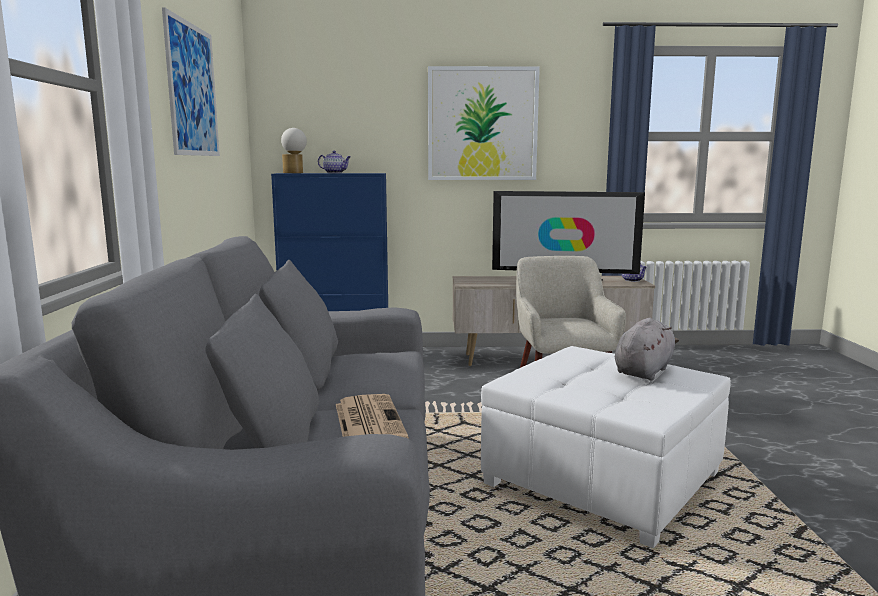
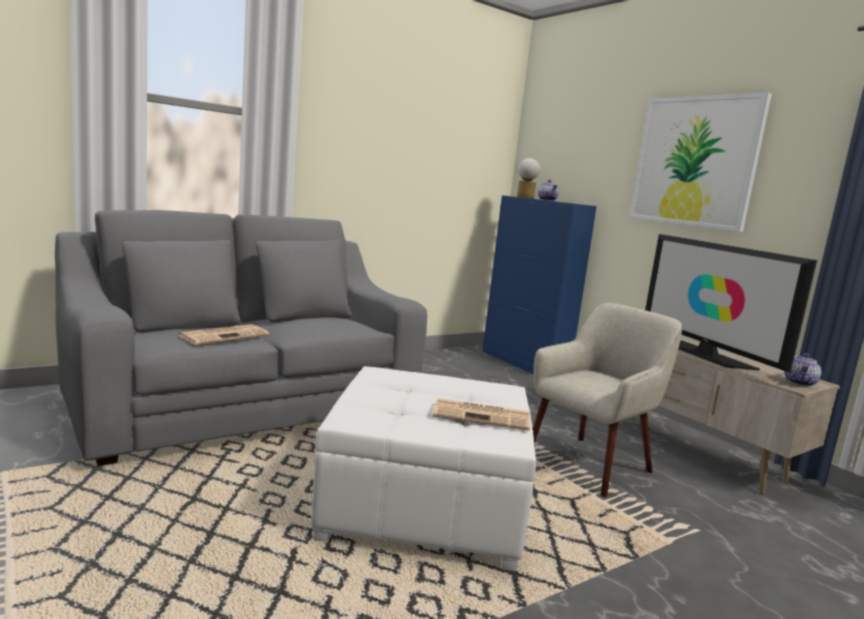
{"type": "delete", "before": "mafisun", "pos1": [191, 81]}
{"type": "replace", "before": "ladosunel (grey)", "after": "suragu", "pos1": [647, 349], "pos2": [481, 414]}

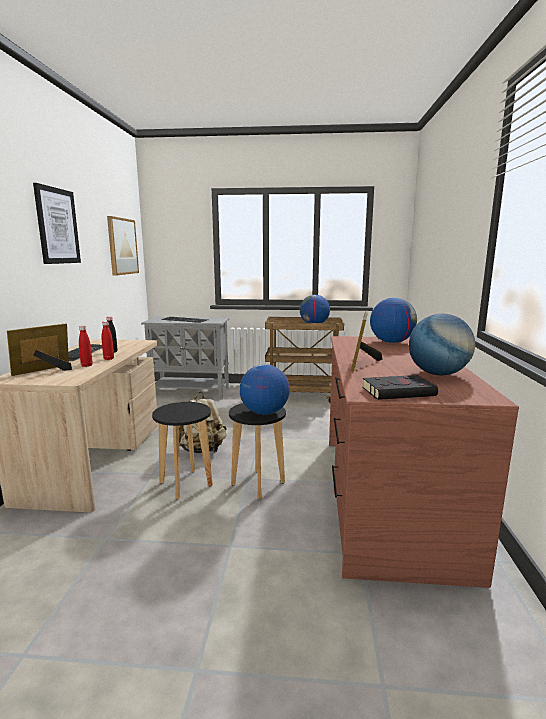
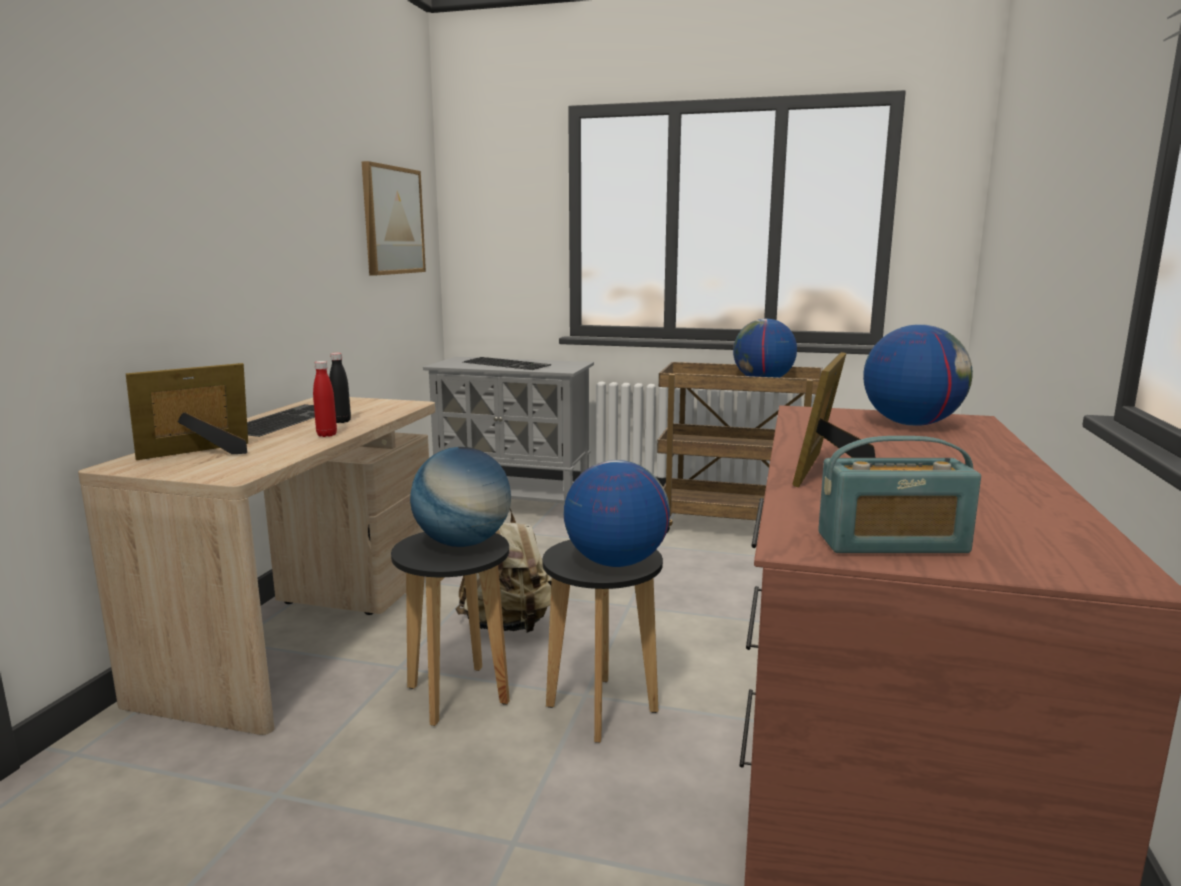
{"type": "delete", "before": "mafisun", "pos1": [57, 223]}
{"type": "delete", "before": "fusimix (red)", "pos1": [86, 346]}
{"type": "replace", "before": "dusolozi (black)", "after": "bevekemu", "pos1": [401, 387], "pos2": [899, 494]}
{"type": "move", "before": "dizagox", "pos1": [442, 344], "pos2": [460, 497]}

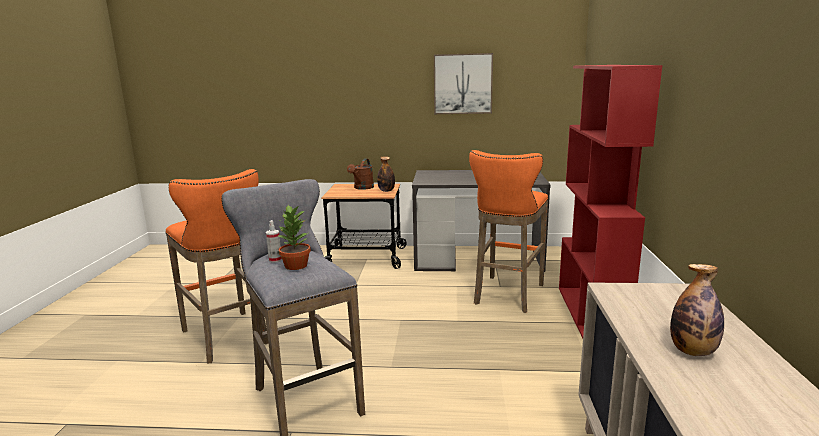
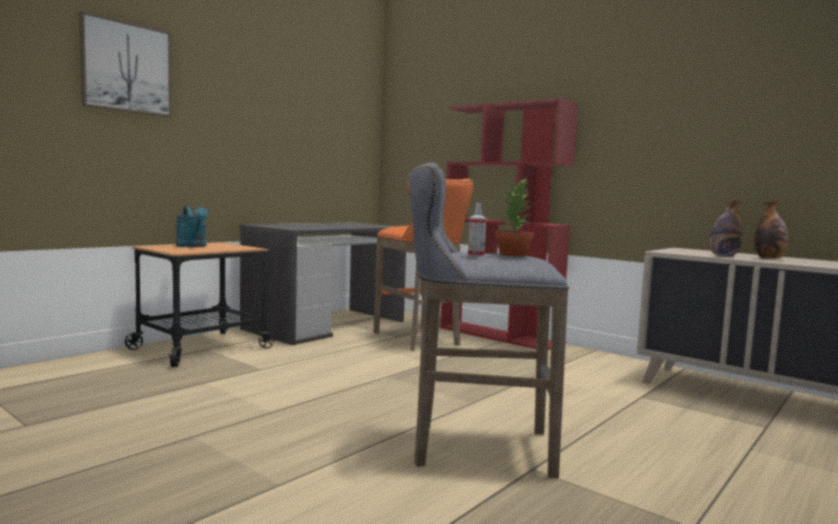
{"type": "delete", "before": "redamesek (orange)", "pos1": [216, 266]}
{"type": "recolor", "before": "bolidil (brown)", "after": "bolidil (turquoise)", "pos1": [360, 174], "pos2": [192, 226]}
{"type": "move", "before": "fusimix", "pos1": [386, 174], "pos2": [726, 228]}
{"type": "move", "before": "mafisun", "pos1": [463, 83], "pos2": [125, 64]}

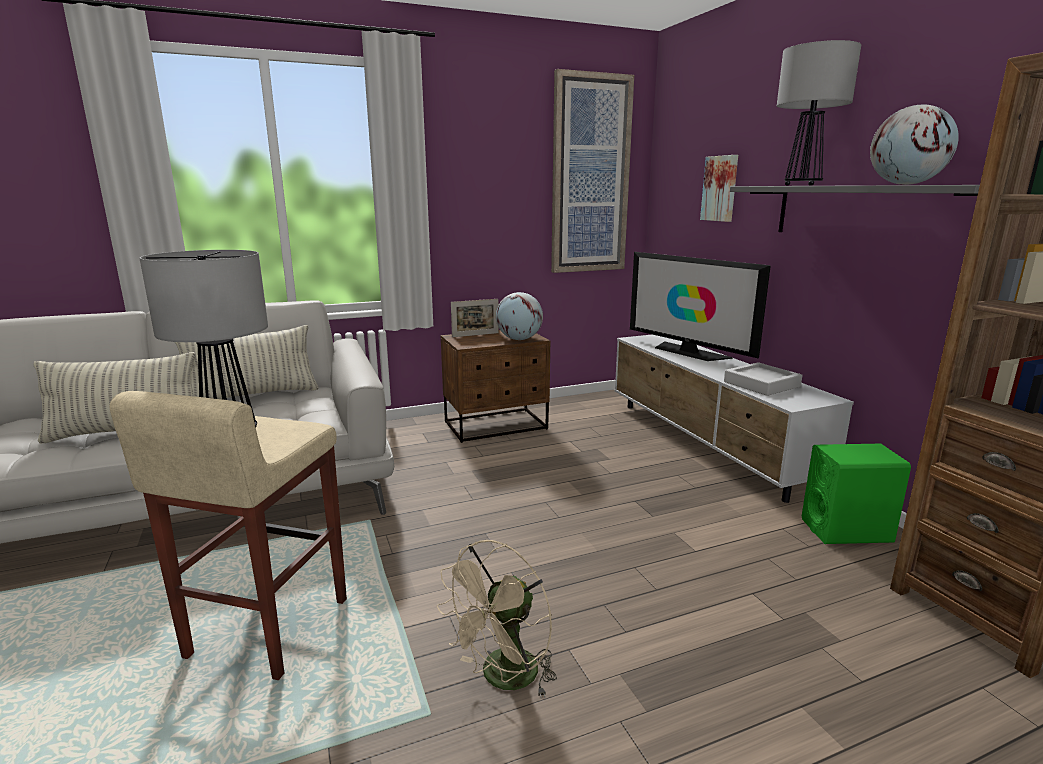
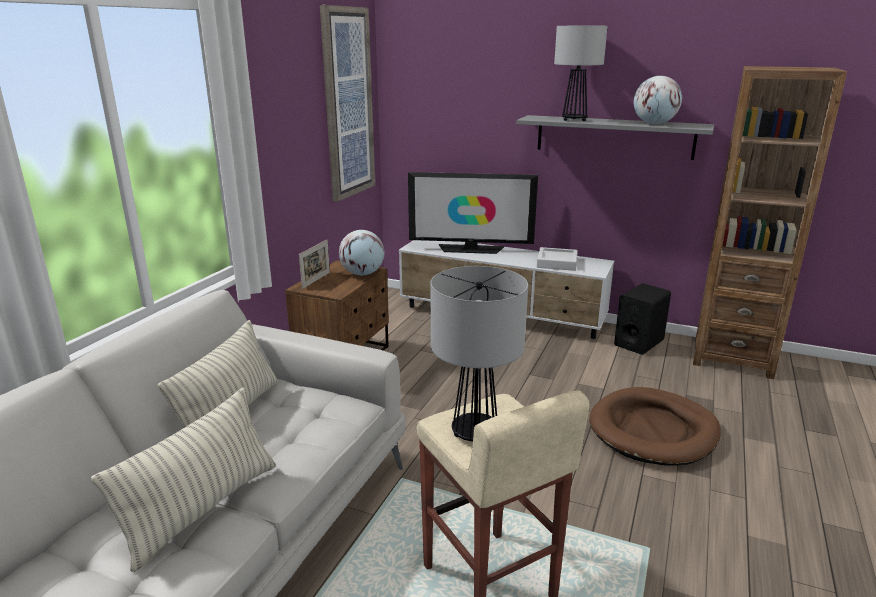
{"type": "delete", "before": "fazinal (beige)", "pos1": [497, 618]}
{"type": "delete", "before": "mafisun", "pos1": [719, 188]}
{"type": "recolor", "before": "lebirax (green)", "after": "lebirax (black)", "pos1": [856, 494], "pos2": [642, 319]}
{"type": "insert", "after": "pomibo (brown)", "pos2": [655, 426]}

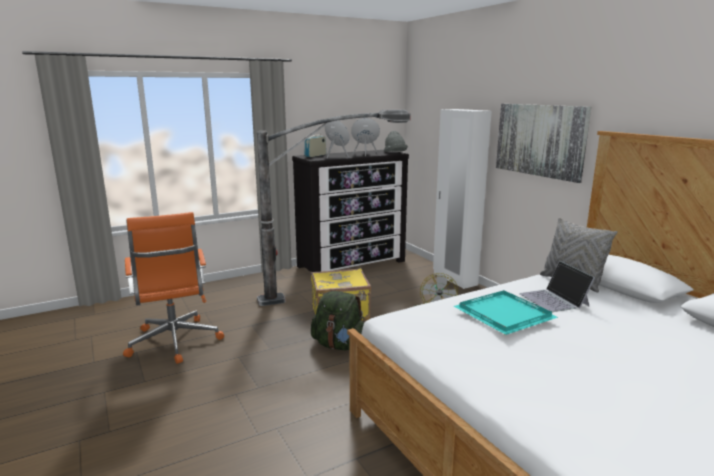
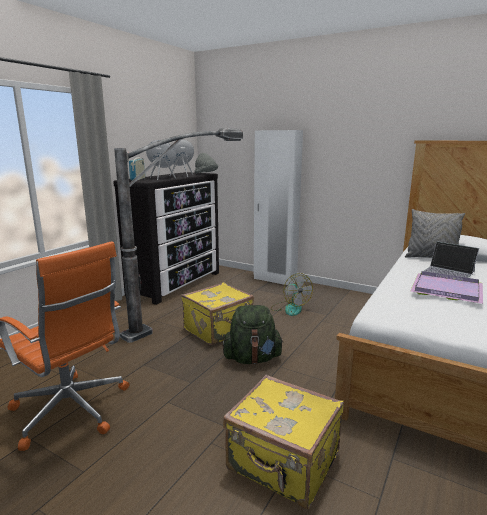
{"type": "recolor", "before": "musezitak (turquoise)", "after": "musezitak (purple)", "pos1": [506, 312], "pos2": [446, 287]}
{"type": "delete", "before": "mafisun", "pos1": [543, 143]}
{"type": "insert", "after": "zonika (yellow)", "pos2": [283, 442]}

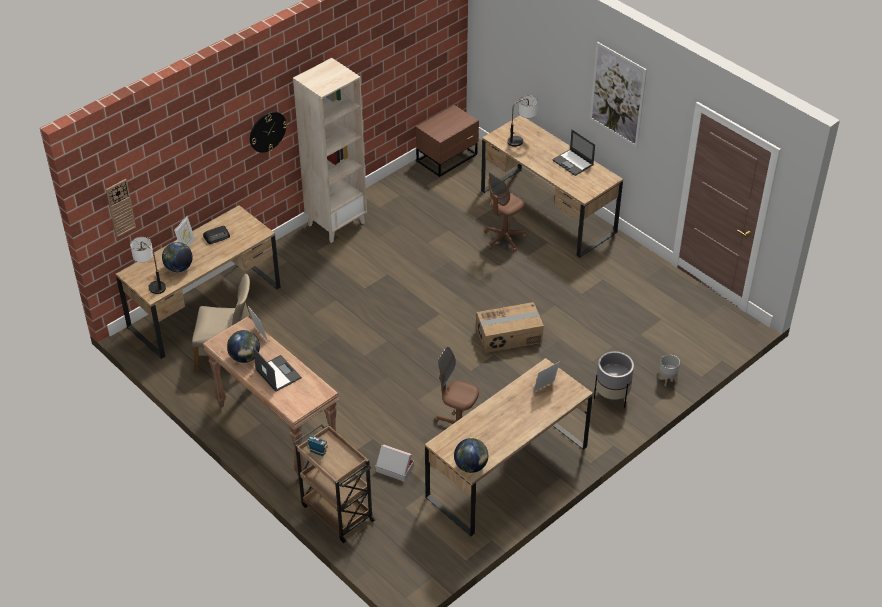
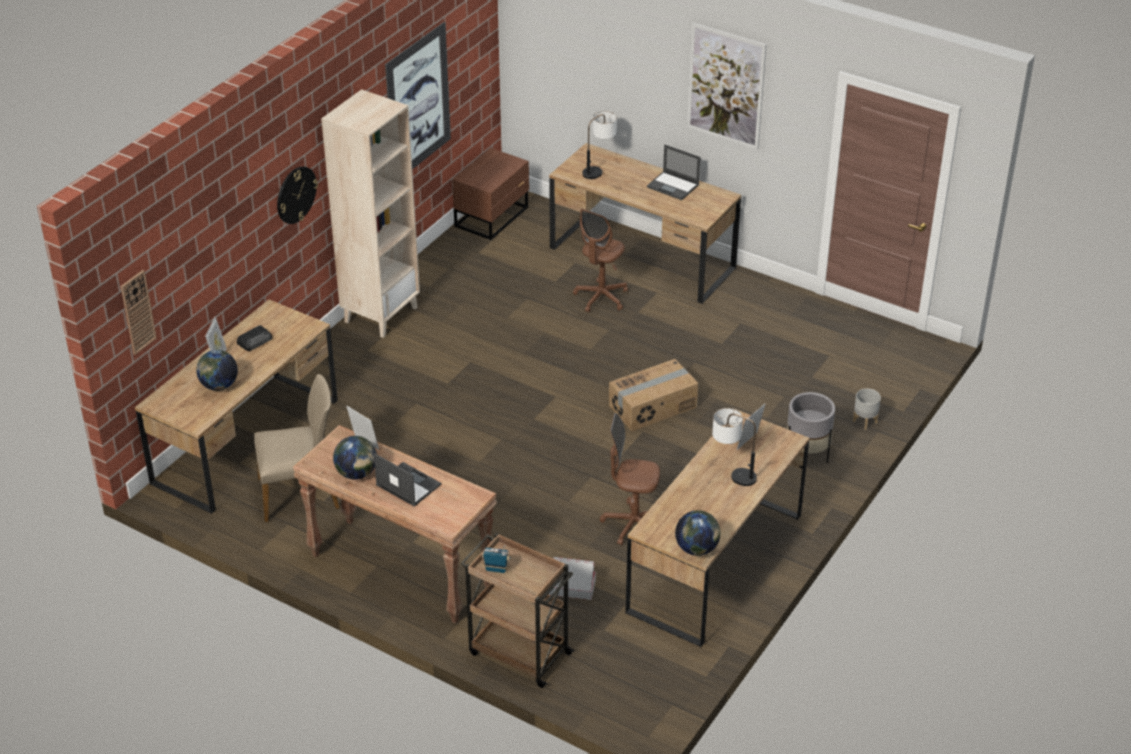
{"type": "move", "before": "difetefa", "pos1": [148, 265], "pos2": [734, 447]}
{"type": "insert", "after": "mafisun", "pos2": [418, 95]}

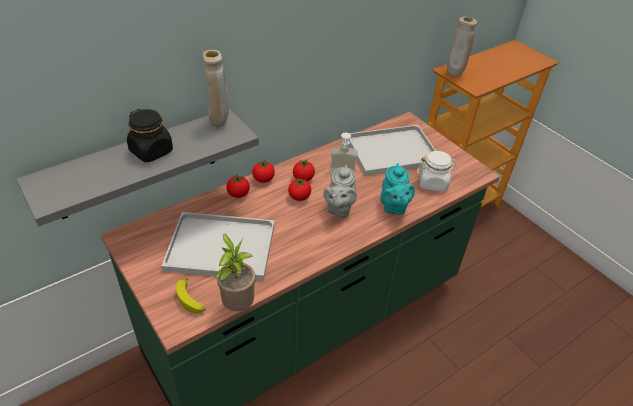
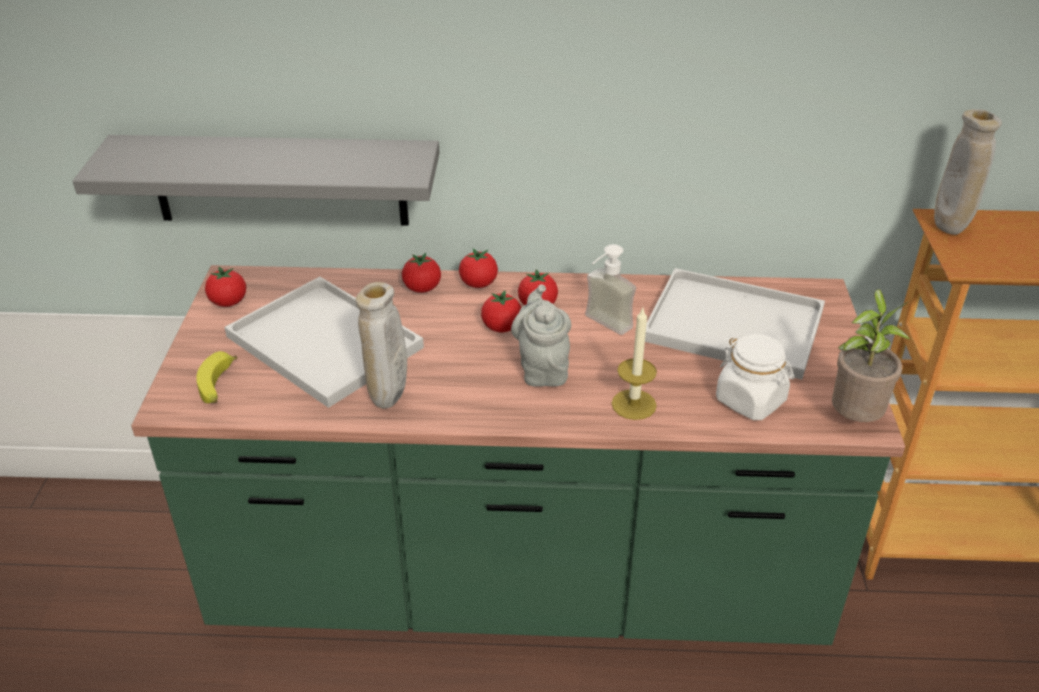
{"type": "delete", "before": "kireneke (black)", "pos1": [150, 135]}
{"type": "move", "before": "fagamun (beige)", "pos1": [216, 88], "pos2": [381, 345]}
{"type": "move", "before": "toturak", "pos1": [235, 272], "pos2": [871, 355]}
{"type": "rotate", "before": "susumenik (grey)", "pos1": [340, 191], "pos2": [541, 335], "turn": 120}
{"type": "replace", "before": "susumenik (turquoise)", "after": "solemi", "pos1": [397, 189], "pos2": [634, 364]}
{"type": "insert", "after": "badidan", "pos2": [225, 287]}

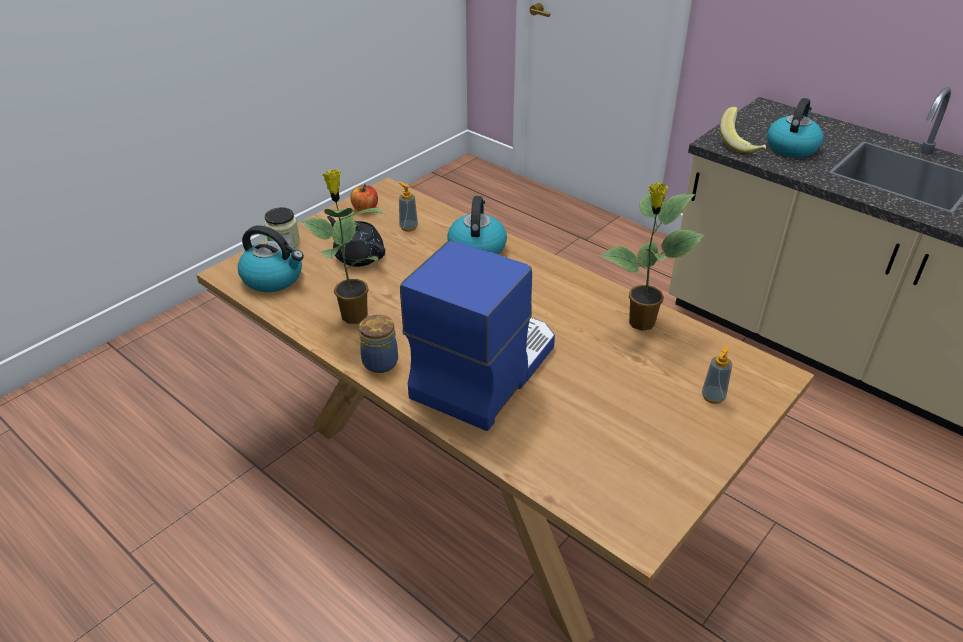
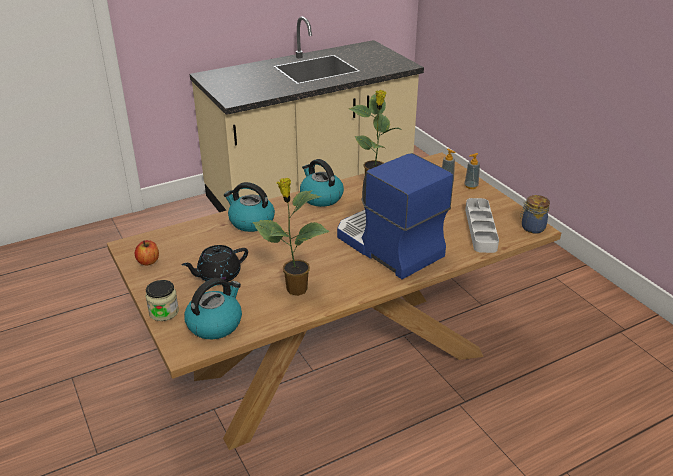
{"type": "move", "before": "kireneke", "pos1": [378, 343], "pos2": [535, 214]}
{"type": "move", "before": "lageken", "pos1": [408, 207], "pos2": [472, 171]}
{"type": "delete", "before": "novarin", "pos1": [743, 130]}
{"type": "move", "before": "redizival", "pos1": [795, 127], "pos2": [322, 183]}
{"type": "insert", "after": "musezitak (grey)", "pos2": [482, 225]}

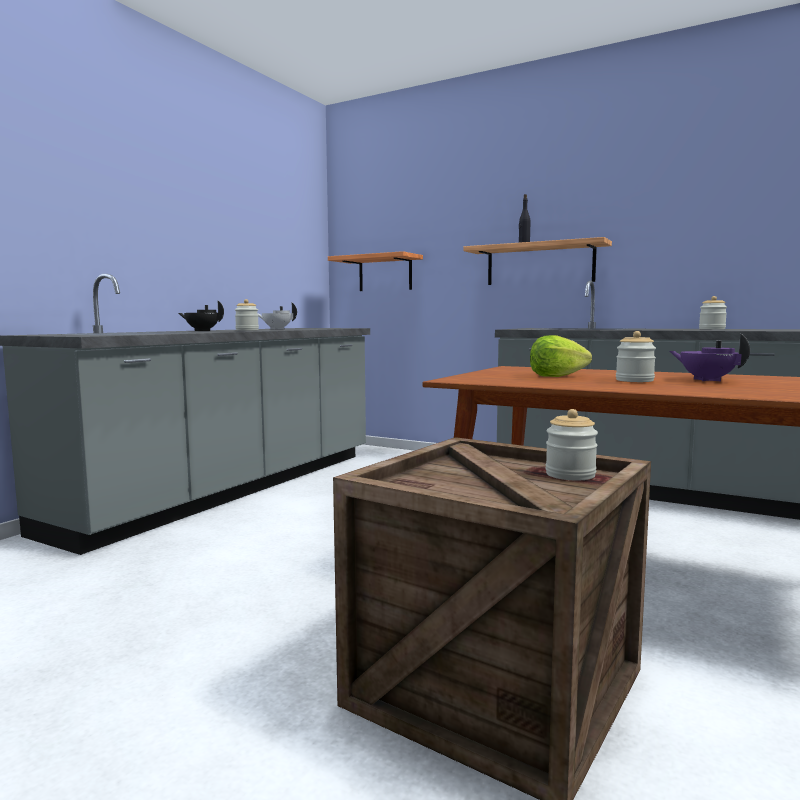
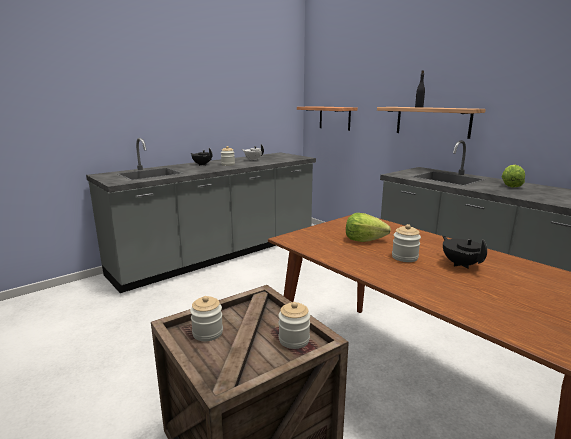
{"type": "recolor", "before": "susumenik (purple)", "after": "susumenik (black)", "pos1": [710, 357], "pos2": [465, 252]}
{"type": "move", "before": "kireneke", "pos1": [713, 312], "pos2": [206, 318]}
{"type": "insert", "after": "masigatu", "pos2": [513, 176]}

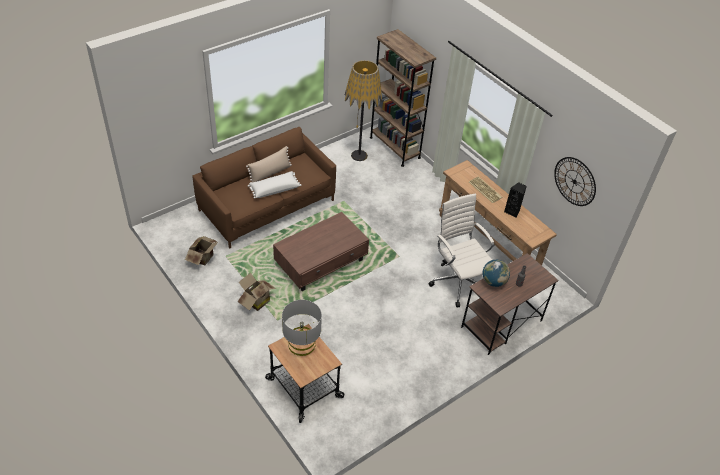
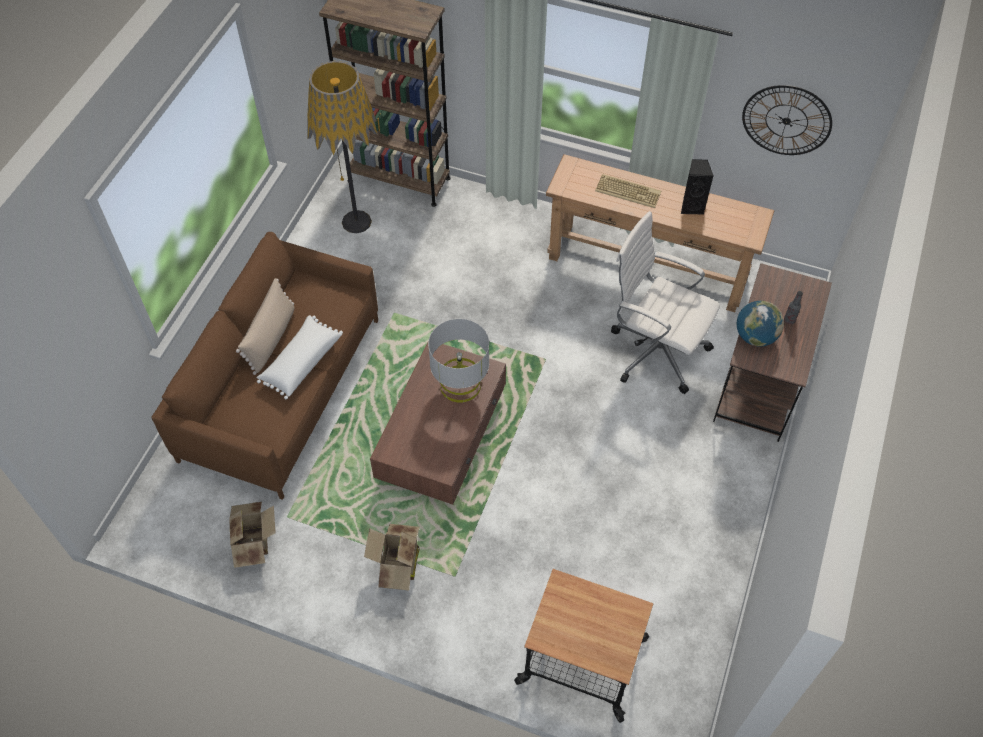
{"type": "move", "before": "difetefa (grey)", "pos1": [302, 328], "pos2": [458, 361]}

